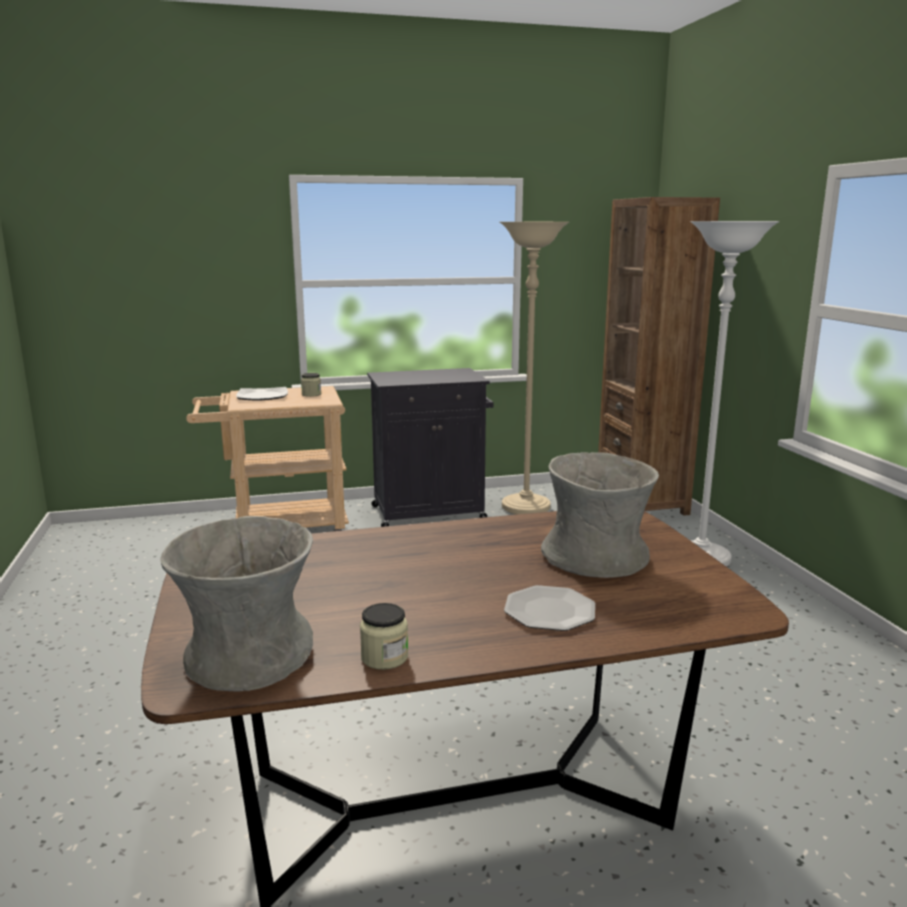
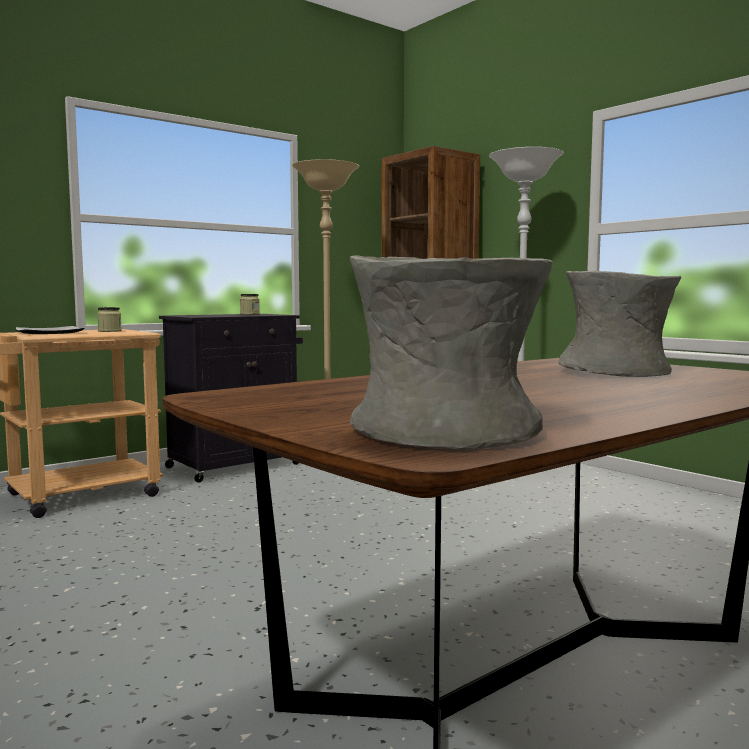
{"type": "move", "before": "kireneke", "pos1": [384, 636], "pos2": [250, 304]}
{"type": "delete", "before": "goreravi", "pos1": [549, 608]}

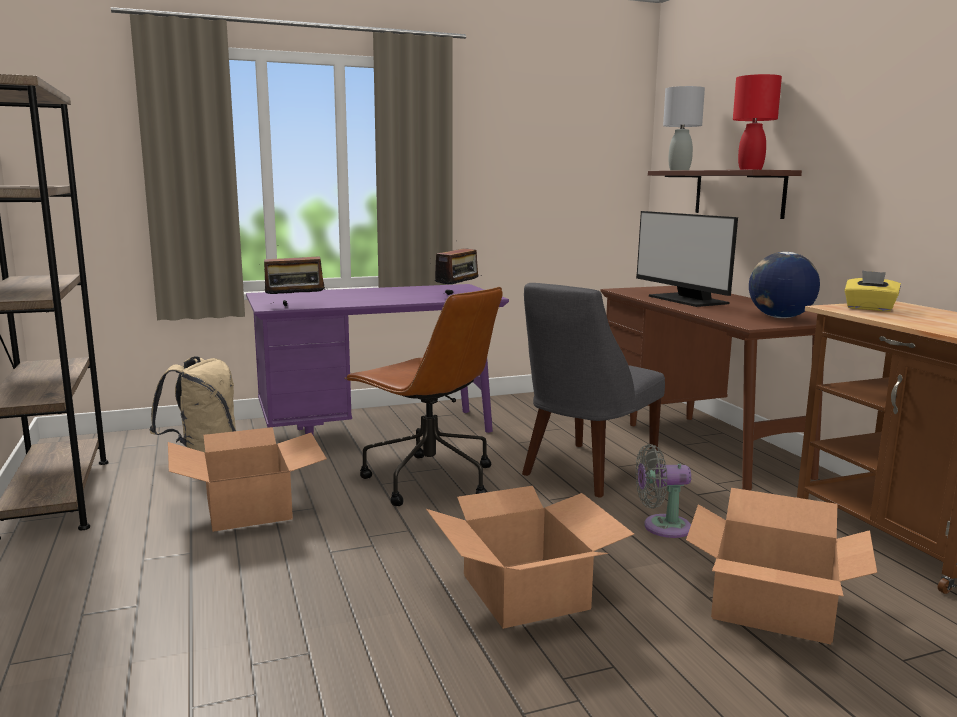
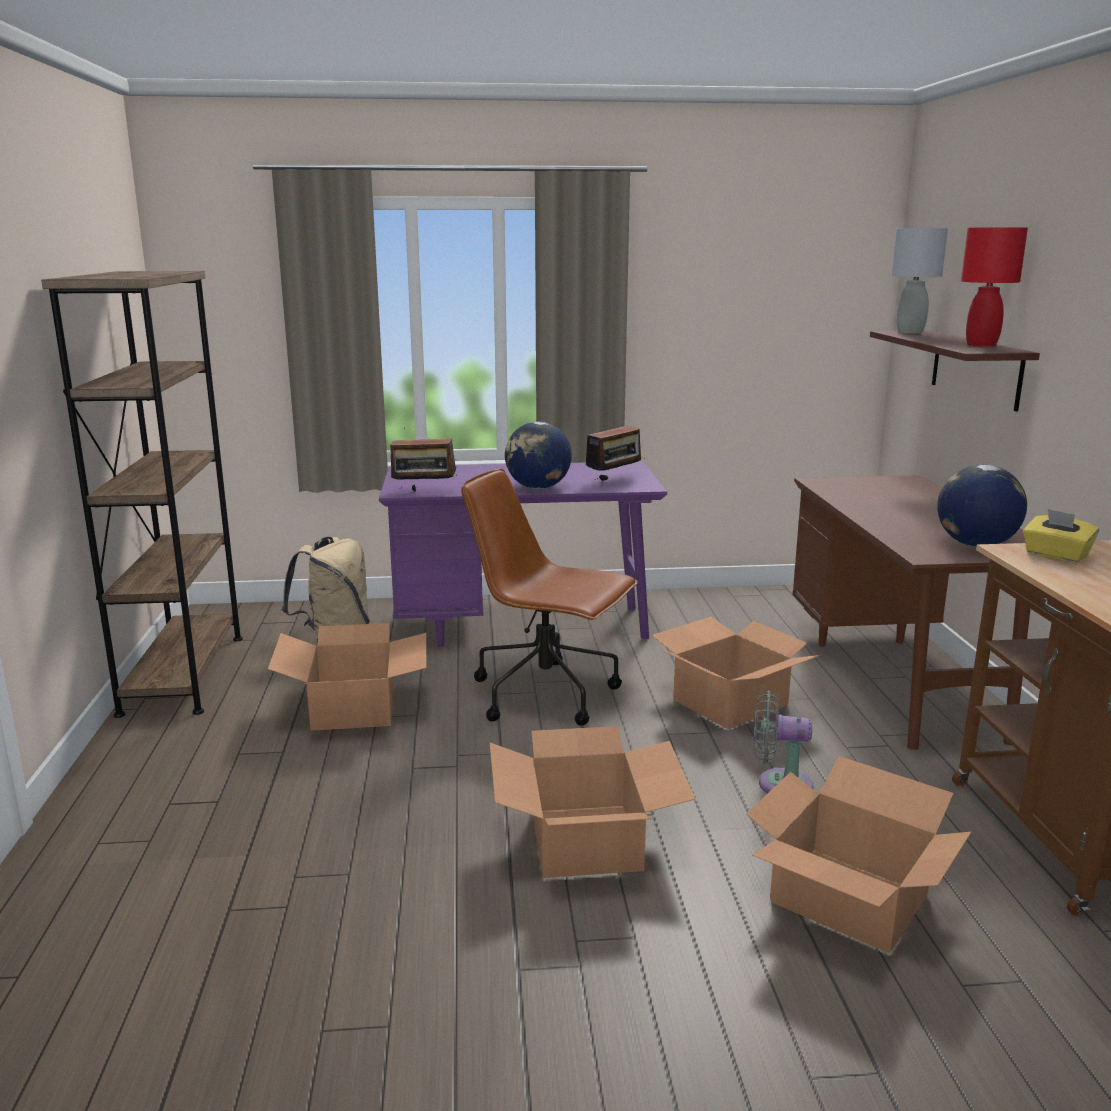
{"type": "rotate", "before": "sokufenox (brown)", "pos1": [423, 396], "pos2": [549, 597], "turn": 150}
{"type": "replace", "before": "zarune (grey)", "after": "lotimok", "pos1": [593, 390], "pos2": [736, 673]}
{"type": "delete", "before": "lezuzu", "pos1": [687, 259]}
{"type": "insert", "after": "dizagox", "pos2": [538, 455]}

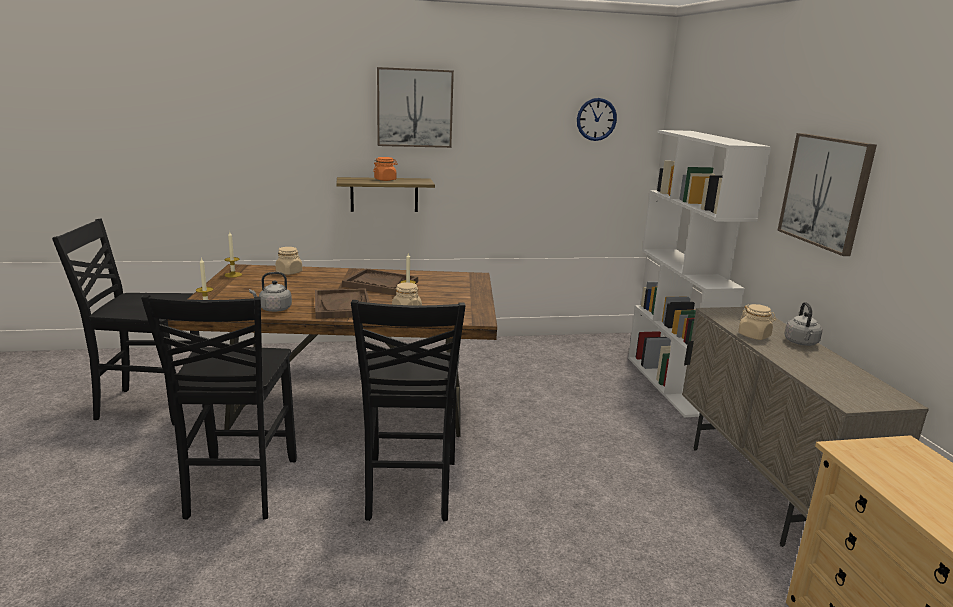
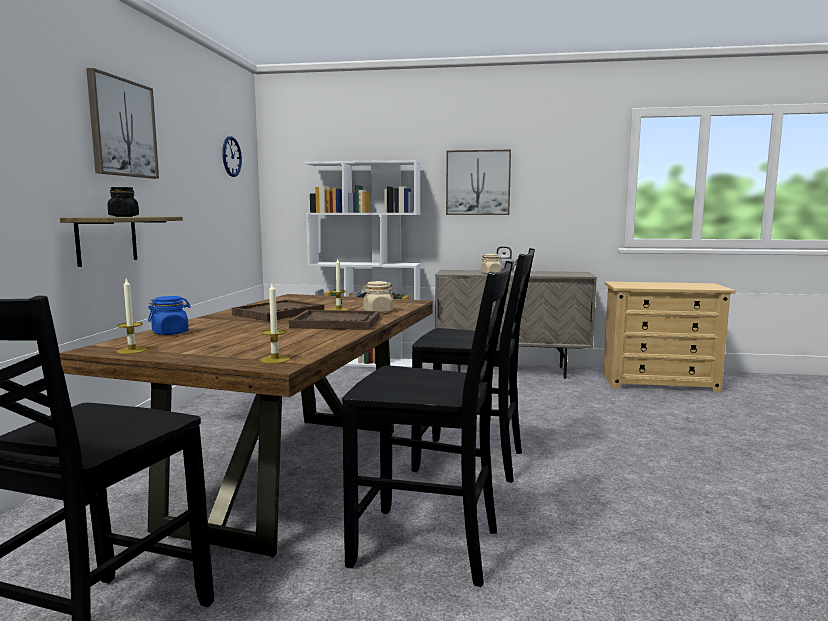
{"type": "delete", "before": "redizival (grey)", "pos1": [270, 292]}
{"type": "recolor", "before": "kireneke (beige)", "after": "kireneke (blue)", "pos1": [288, 261], "pos2": [169, 315]}
{"type": "recolor", "before": "kireneke (orange)", "after": "kireneke (black)", "pos1": [385, 169], "pos2": [123, 202]}

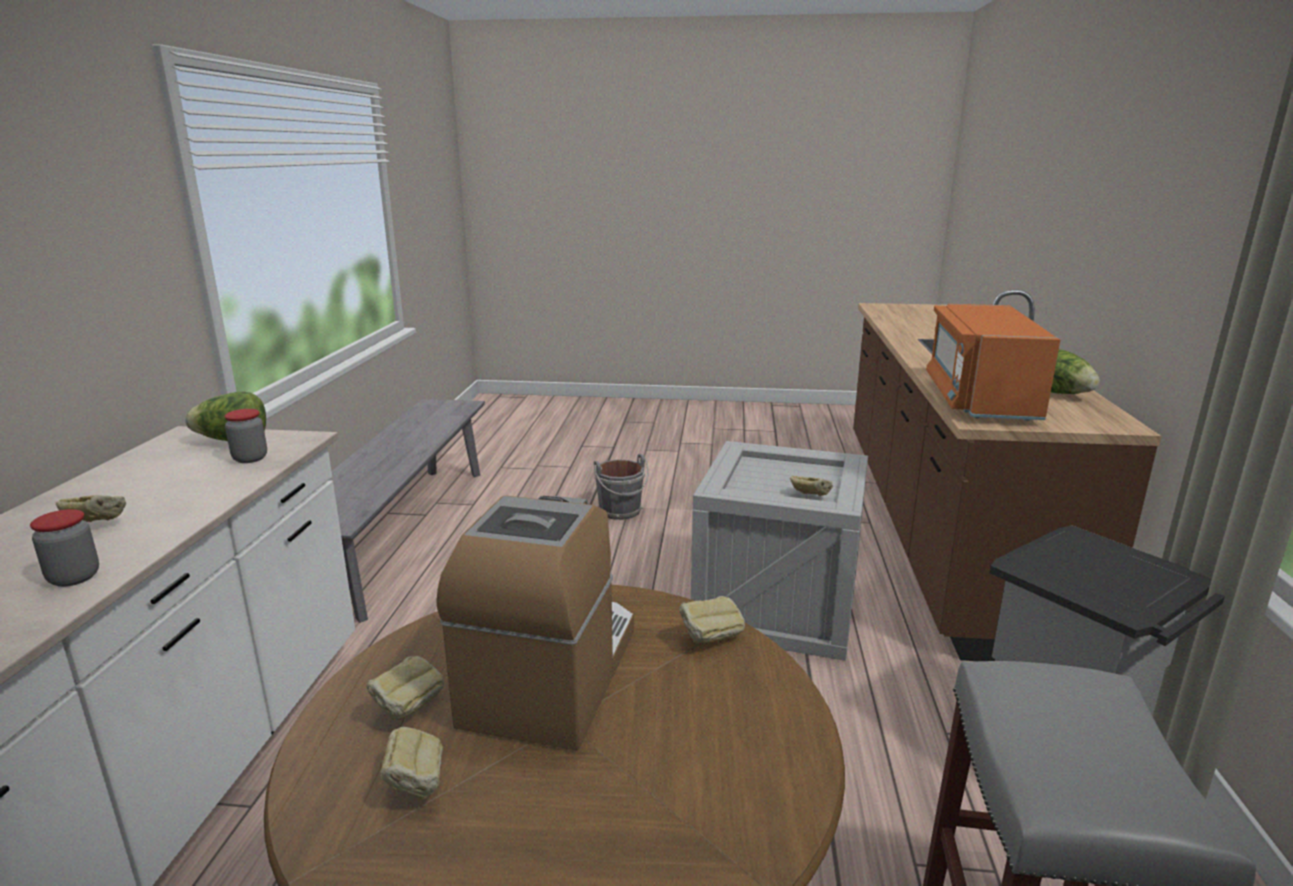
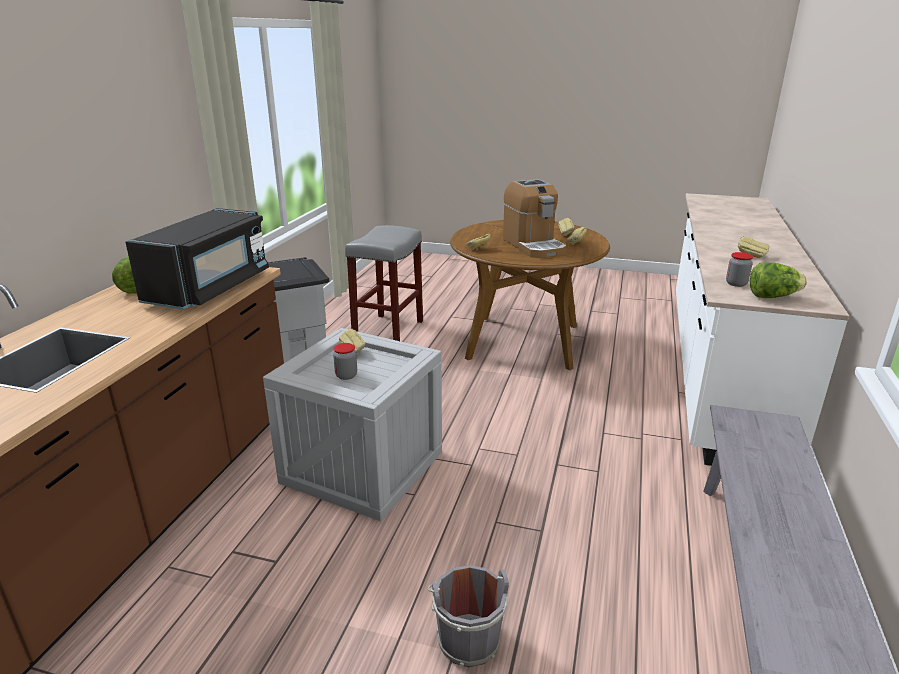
{"type": "move", "before": "kireneke", "pos1": [64, 548], "pos2": [345, 361]}
{"type": "rotate", "before": "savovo", "pos1": [535, 623], "pos2": [535, 218], "turn": -45}
{"type": "recolor", "before": "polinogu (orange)", "after": "polinogu (black)", "pos1": [993, 362], "pos2": [197, 258]}

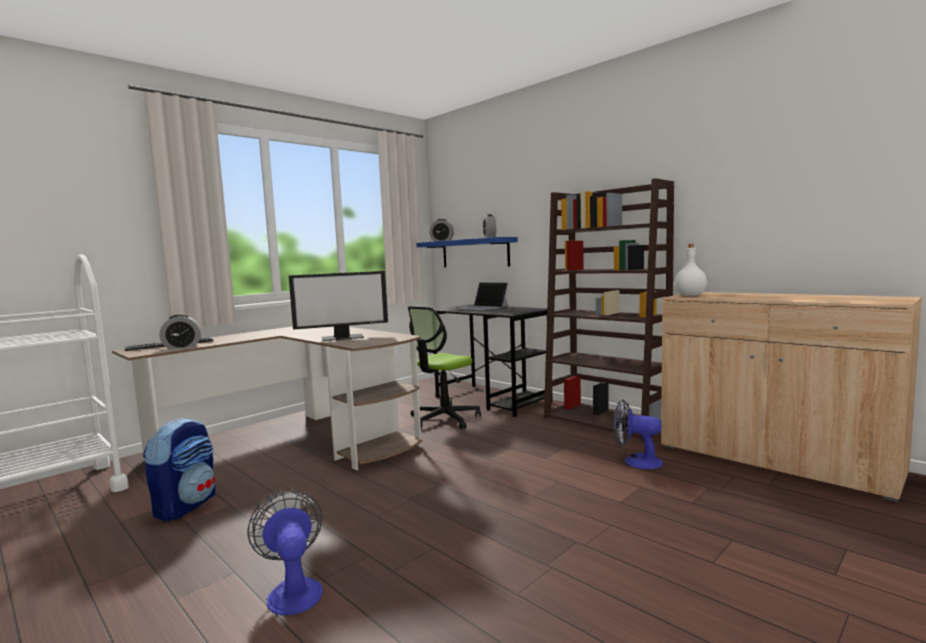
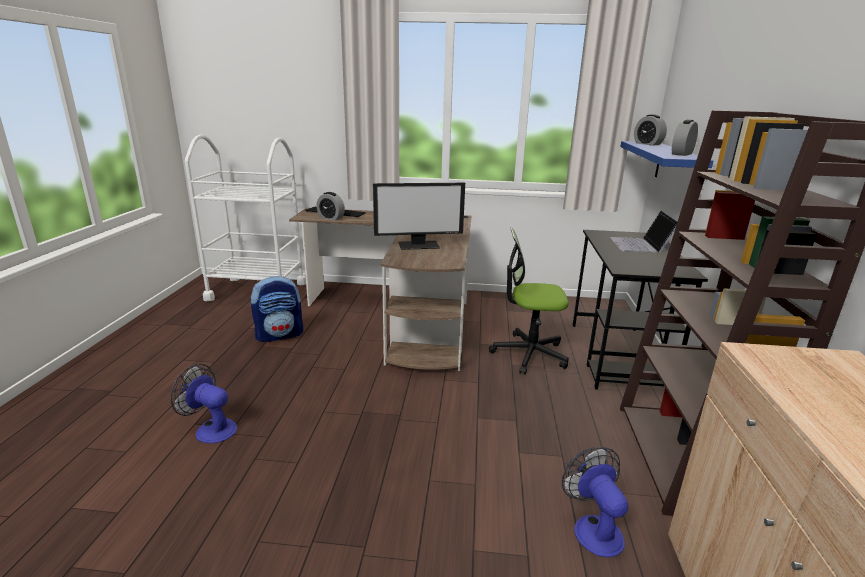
{"type": "rotate", "before": "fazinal", "pos1": [285, 553], "pos2": [203, 404], "turn": -90}
{"type": "rotate", "before": "lezuzu", "pos1": [338, 306], "pos2": [419, 216], "turn": -45}
{"type": "delete", "before": "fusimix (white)", "pos1": [691, 270]}

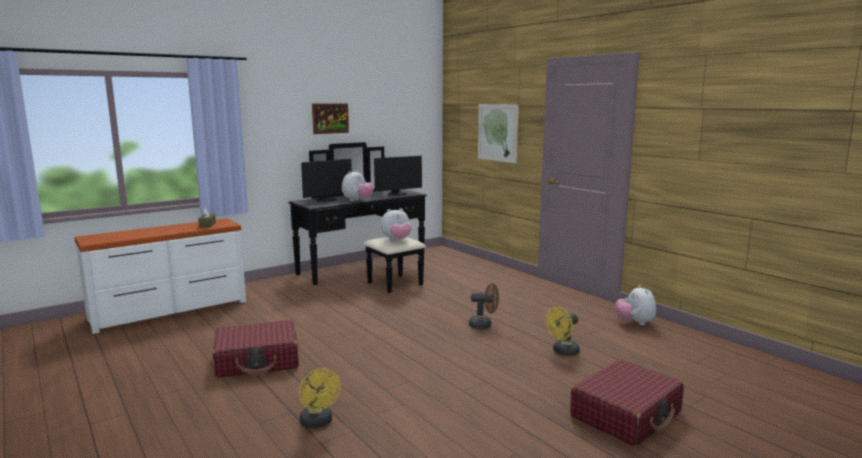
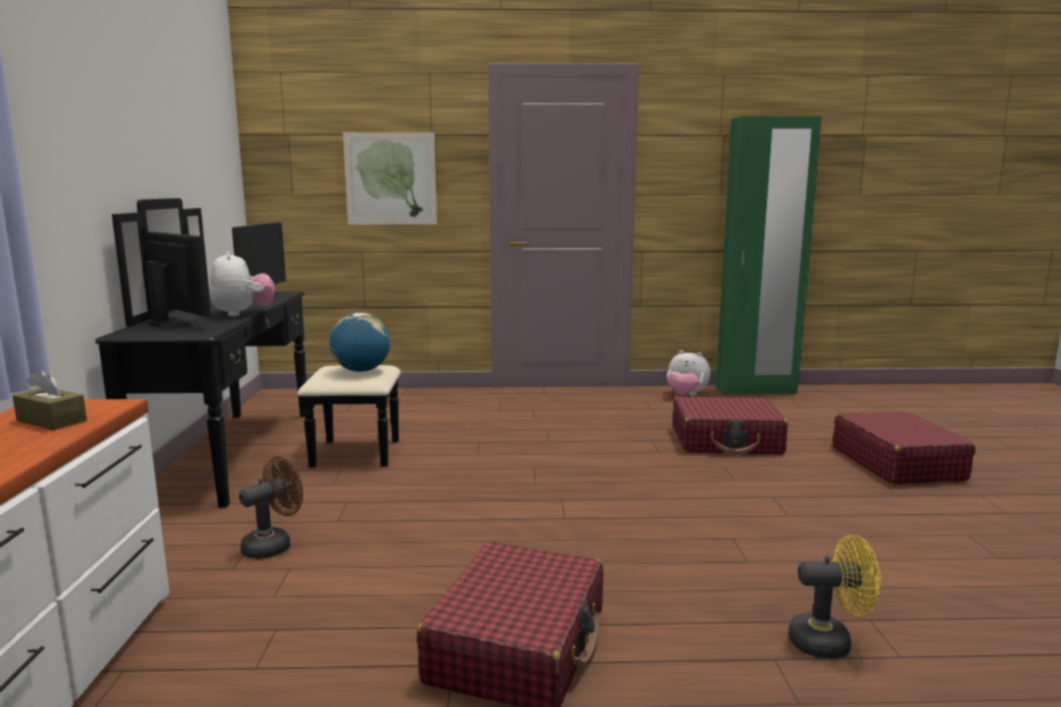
{"type": "rotate", "before": "lezuzu", "pos1": [326, 180], "pos2": [178, 279], "turn": -45}
{"type": "delete", "before": "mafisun", "pos1": [330, 118]}
{"type": "replace", "before": "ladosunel", "after": "dizagox", "pos1": [396, 224], "pos2": [360, 342]}
{"type": "move", "before": "fazinal (brown)", "pos1": [484, 306], "pos2": [271, 508]}
{"type": "replace", "before": "fazinal (yellow)", "after": "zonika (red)", "pos1": [563, 331], "pos2": [730, 425]}
{"type": "insert", "after": "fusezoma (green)", "pos2": [768, 255]}

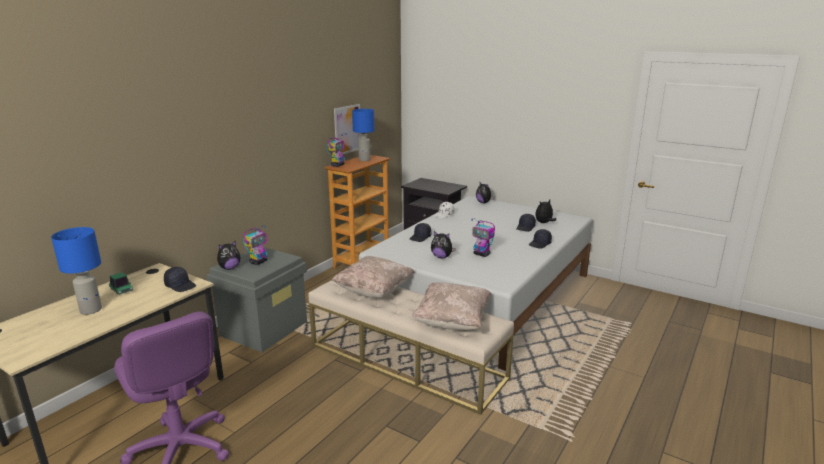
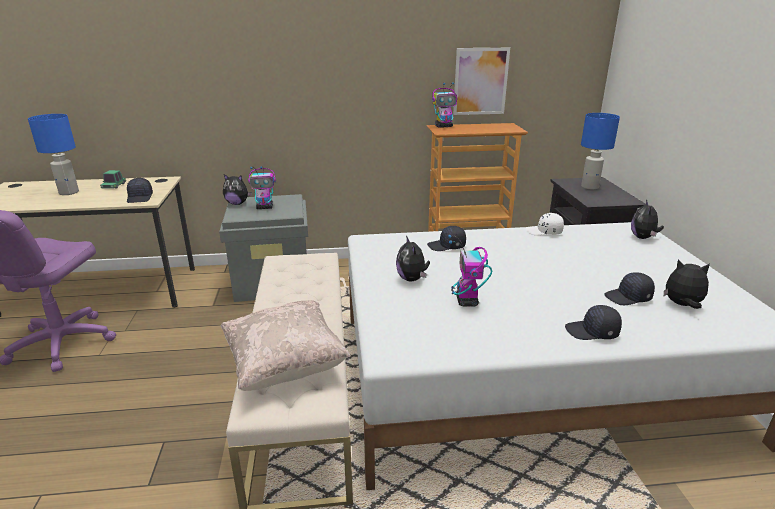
{"type": "delete", "before": "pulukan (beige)", "pos1": [372, 277]}
{"type": "move", "before": "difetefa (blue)", "pos1": [363, 135], "pos2": [600, 151]}

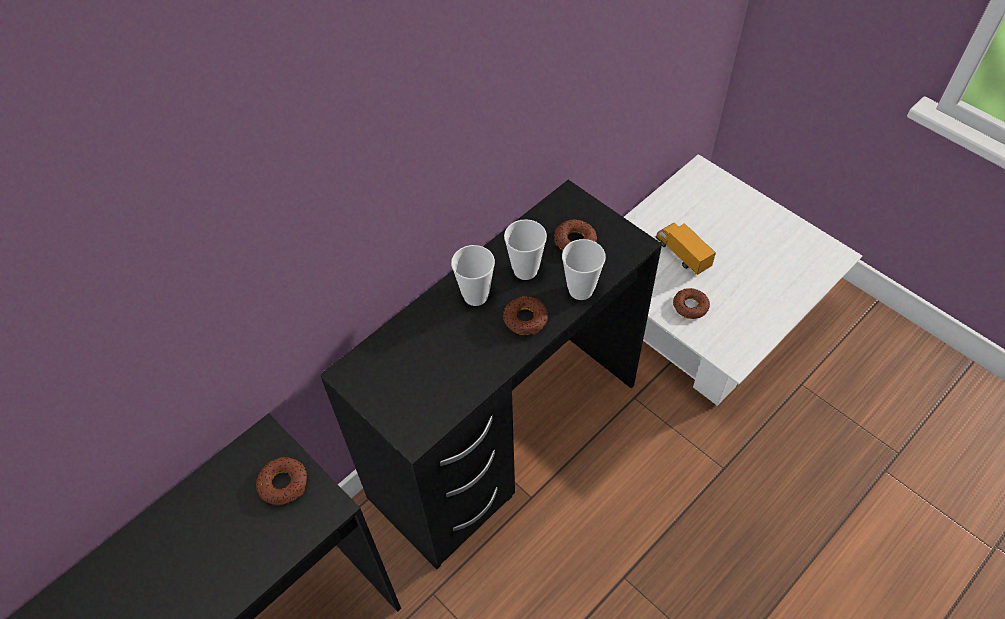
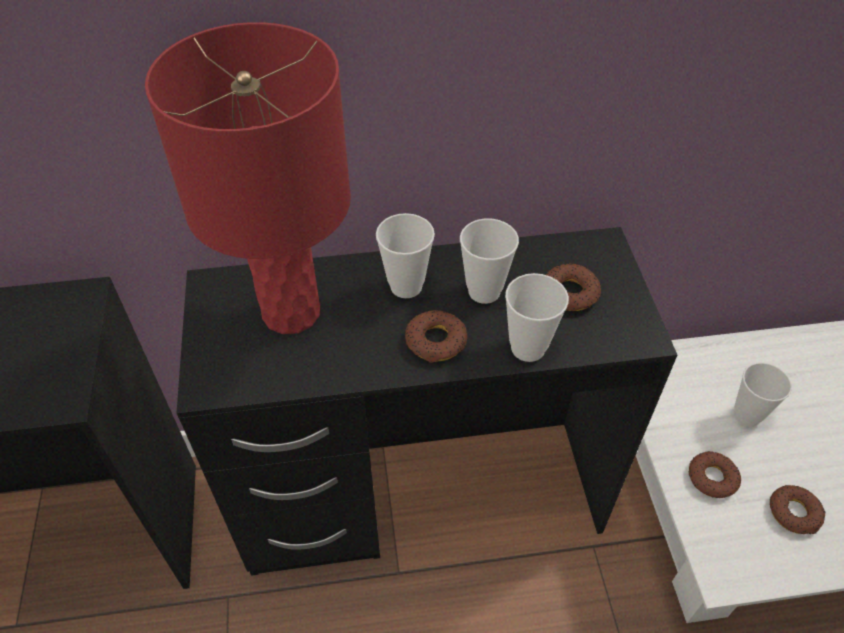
{"type": "move", "before": "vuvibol", "pos1": [281, 481], "pos2": [797, 509]}
{"type": "replace", "before": "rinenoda", "after": "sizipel", "pos1": [686, 249], "pos2": [763, 394]}
{"type": "insert", "after": "difetefa (red)", "pos2": [248, 178]}

